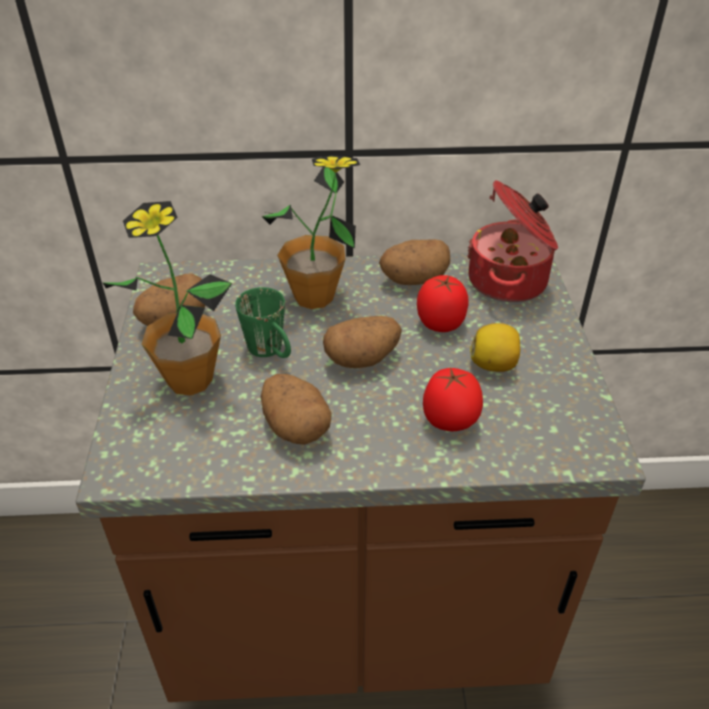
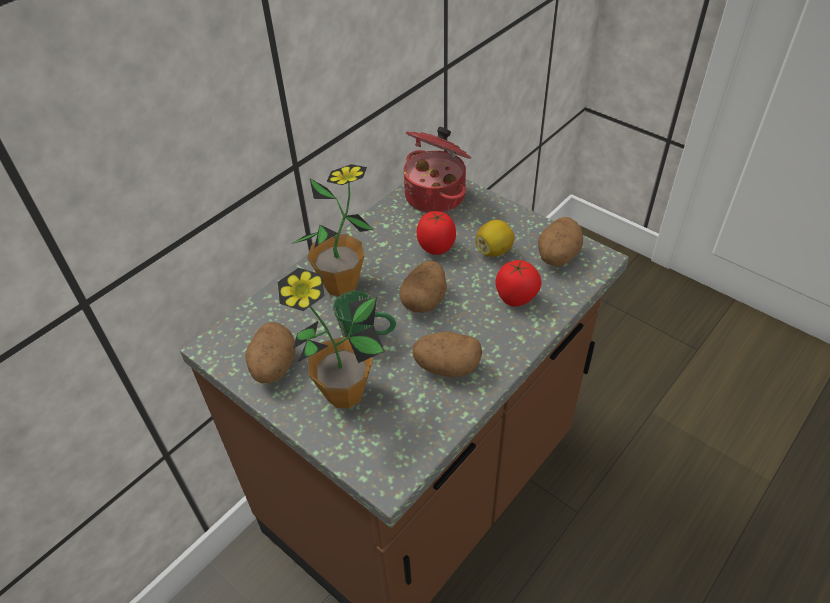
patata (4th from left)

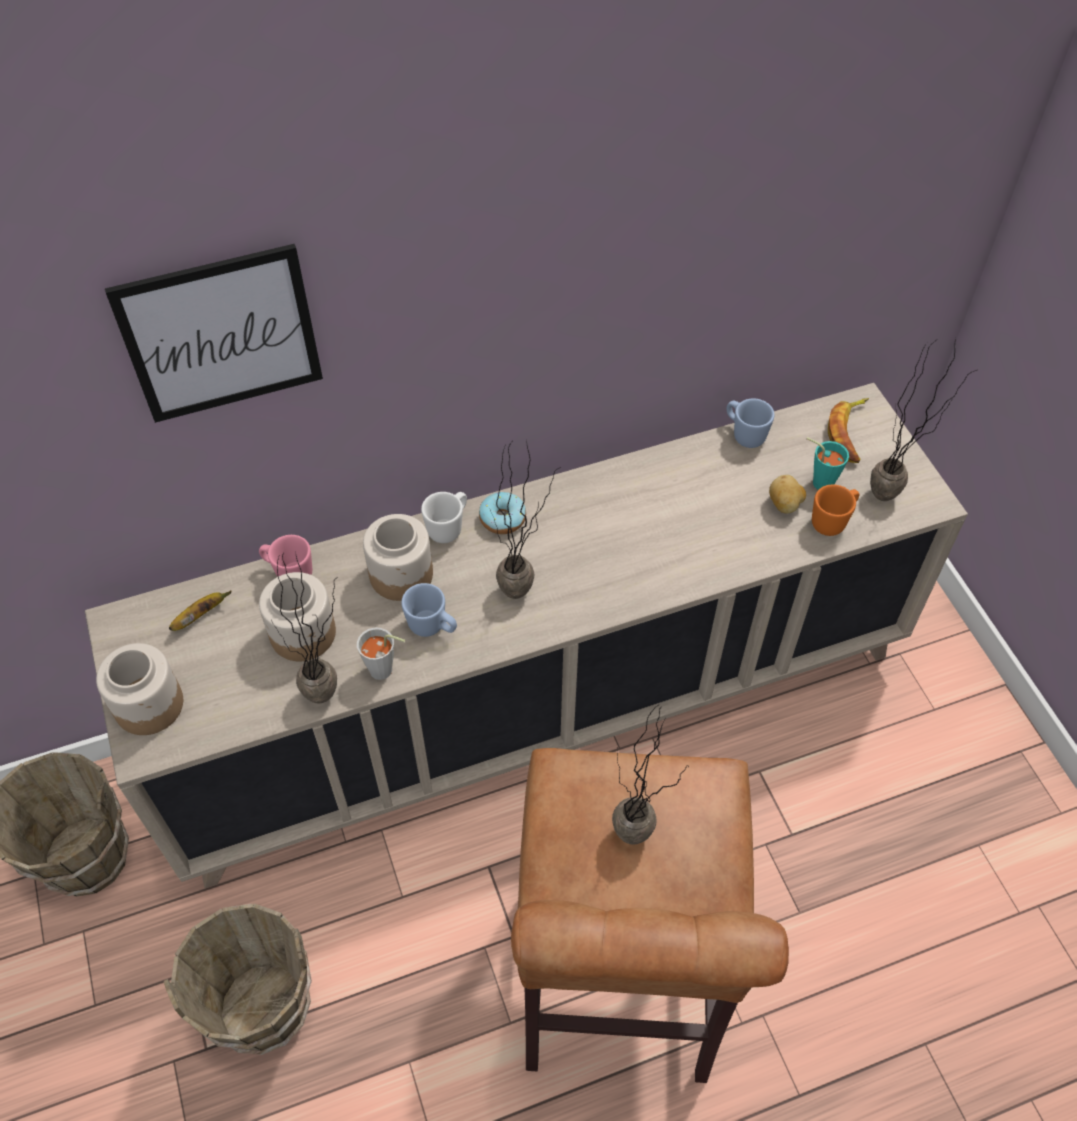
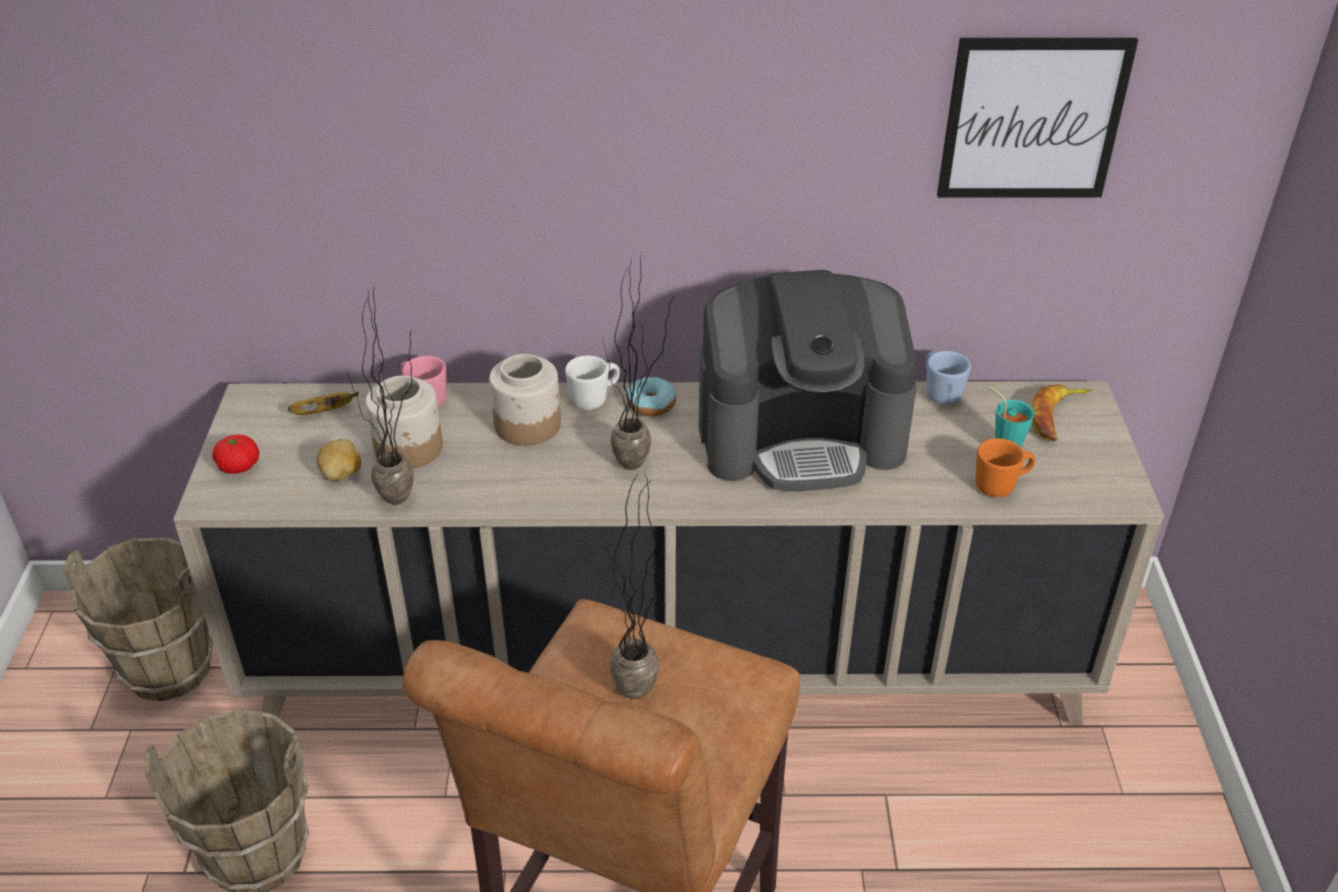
tomate
cuadro
taza/gris
taza grande/azul (1st from left in the first image)
patata
planta en maceta (4th from left in the first image)
cafetera

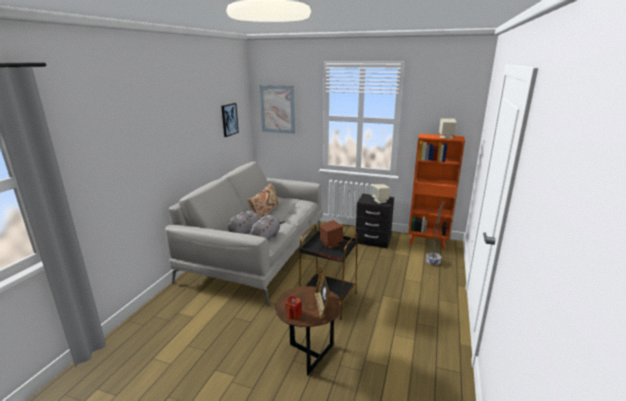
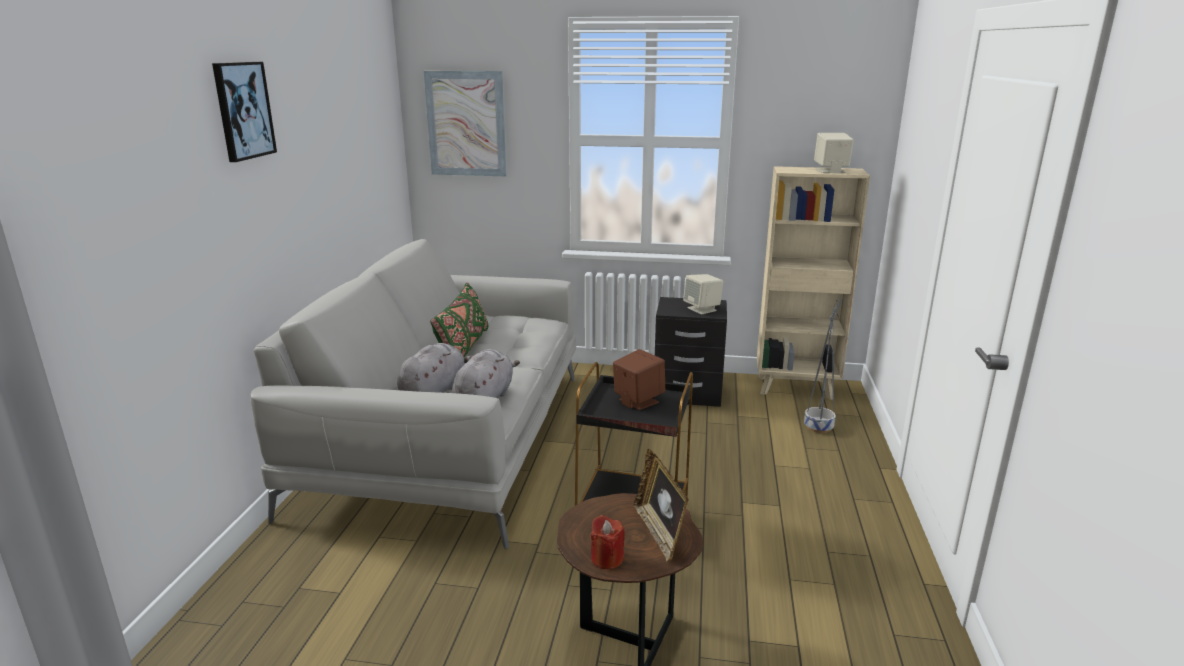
cuadro (1st from left)
cojín/verde
estantería/beis

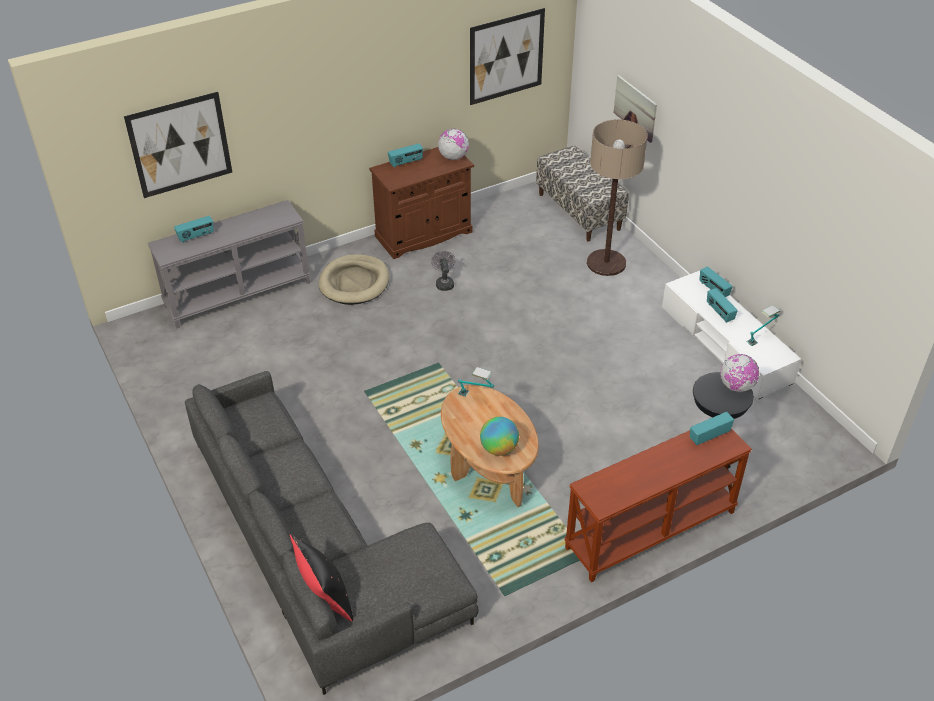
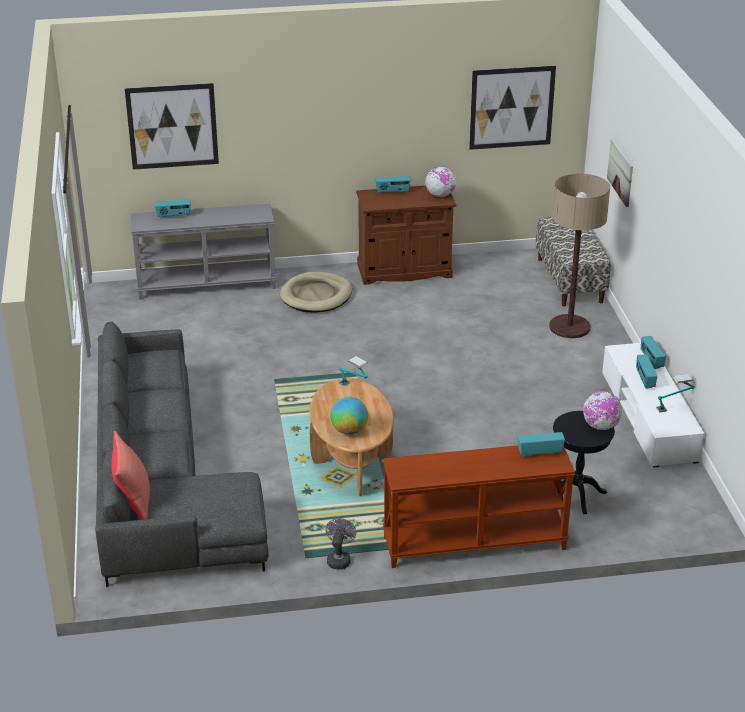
cojín/rojo
ventilador/gris

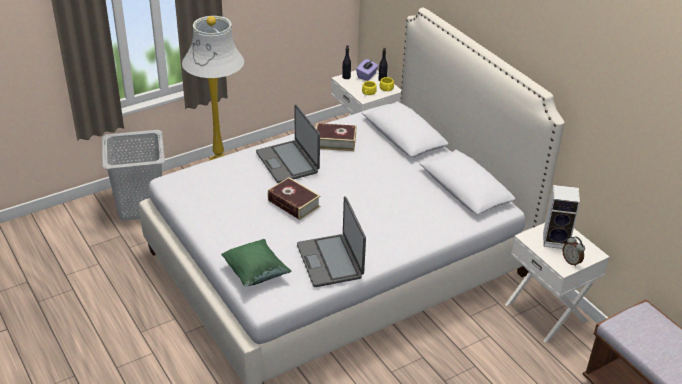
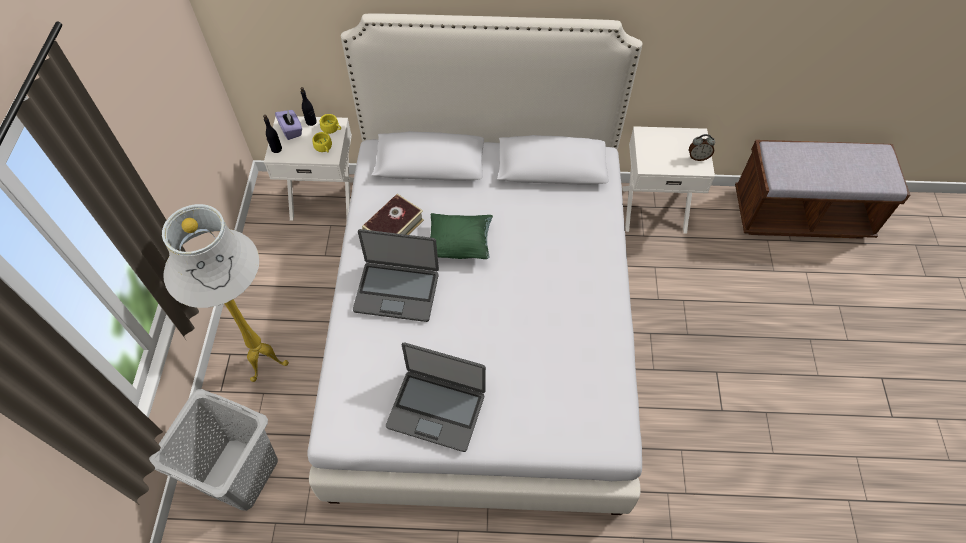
cojín/verde
libro (1st from left in the first image)
portátil (2nd from left)
altavoz

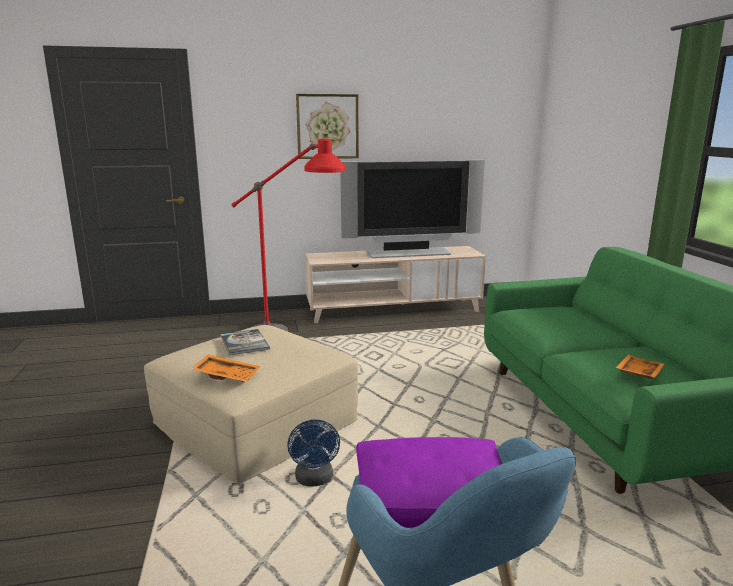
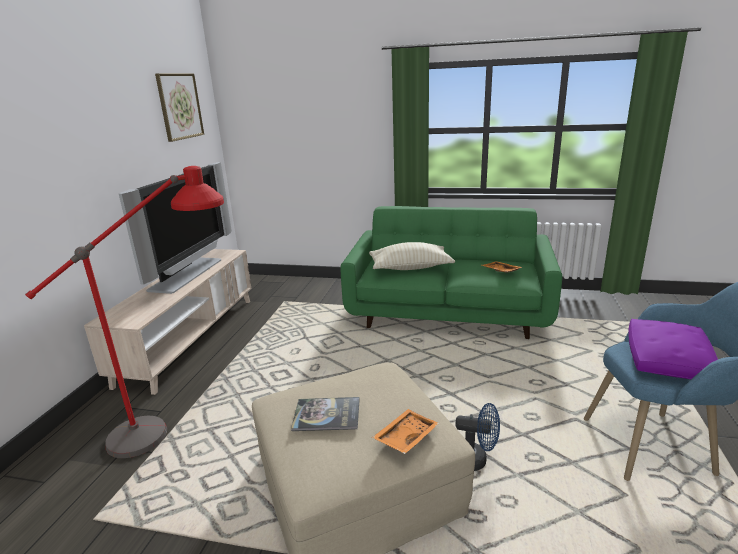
cuadro
cojín/beis

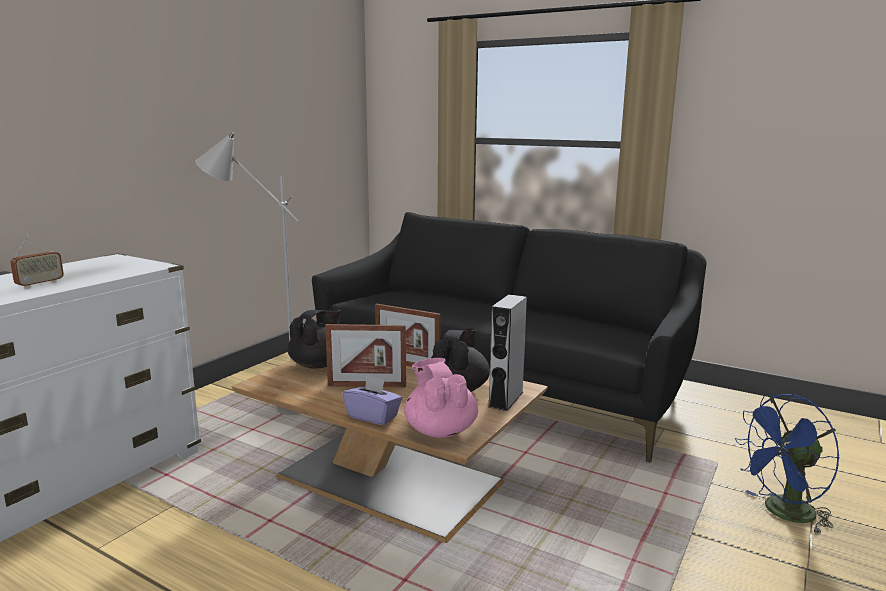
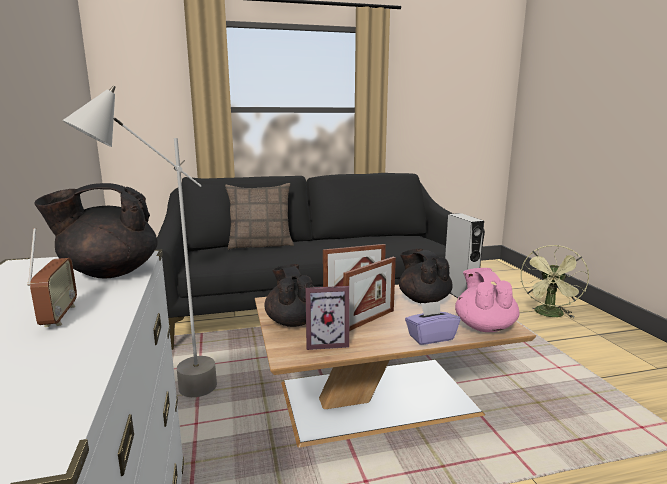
tetera/rosa
ventilador/verde
tetera/negro (1st from left)
cojín
portarretratos (1st from left)

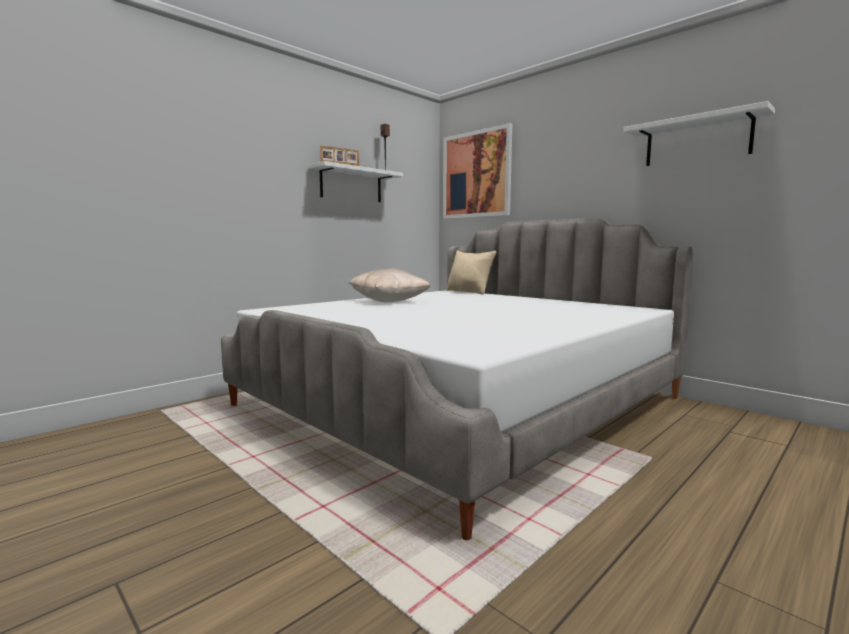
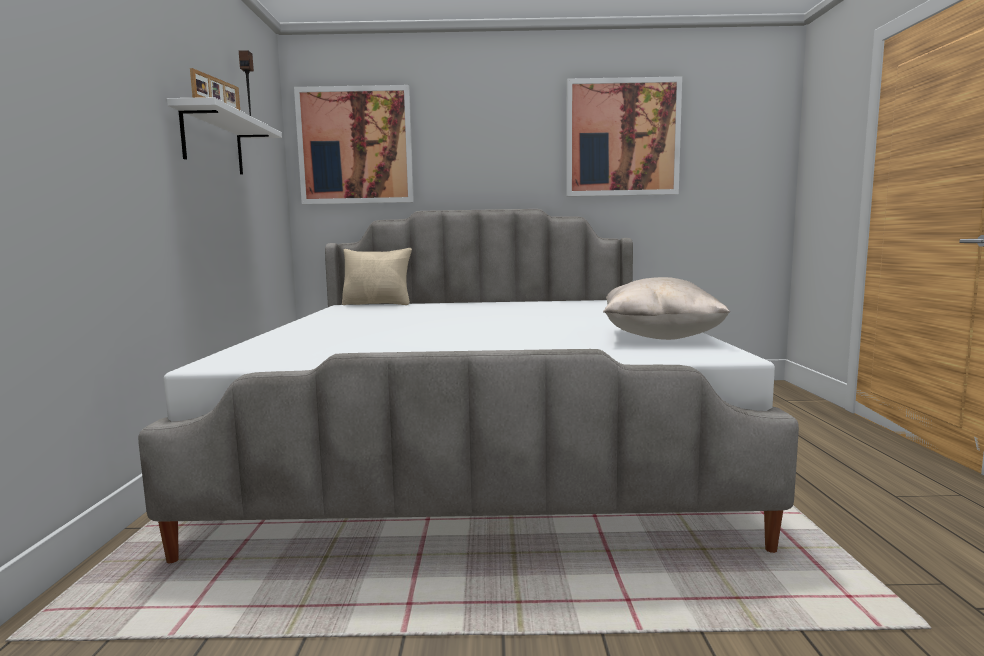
cojín/beis (2nd from left)
cuadro (2nd from left)

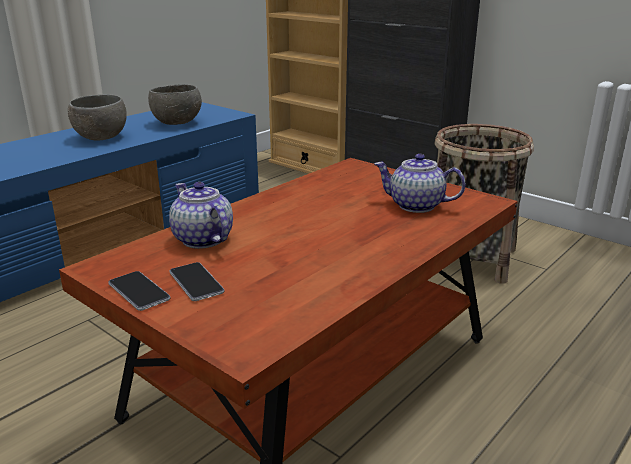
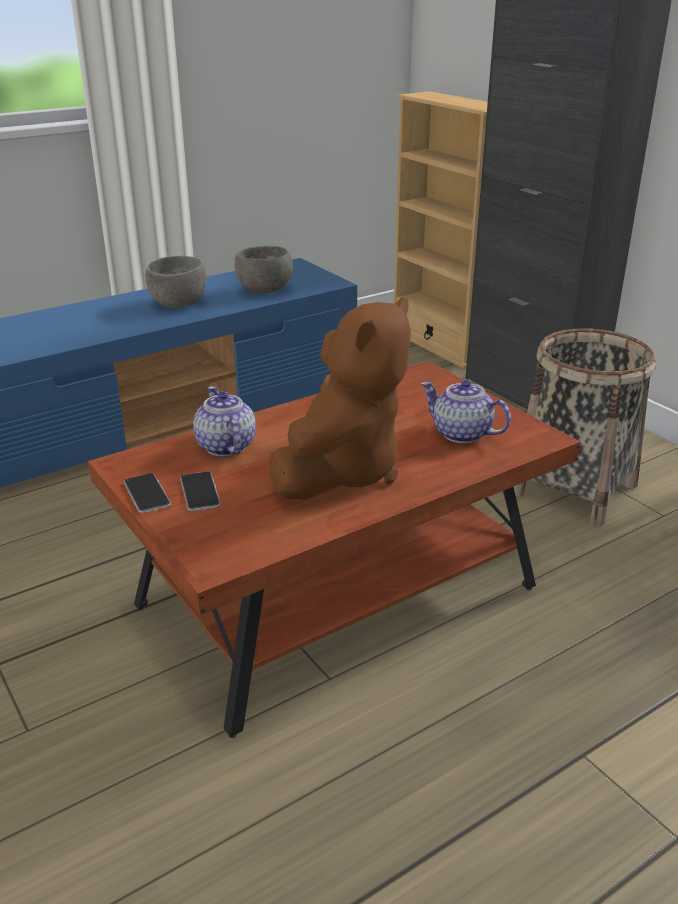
peluche/marrón

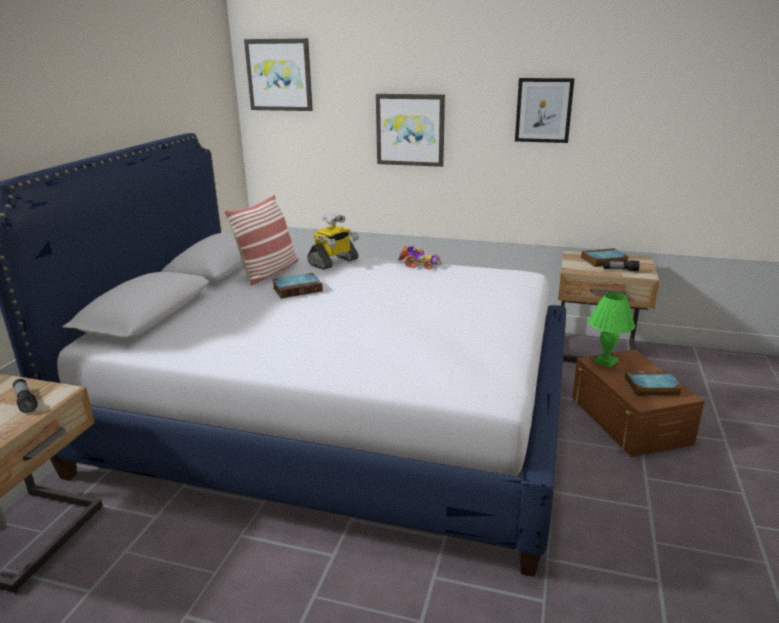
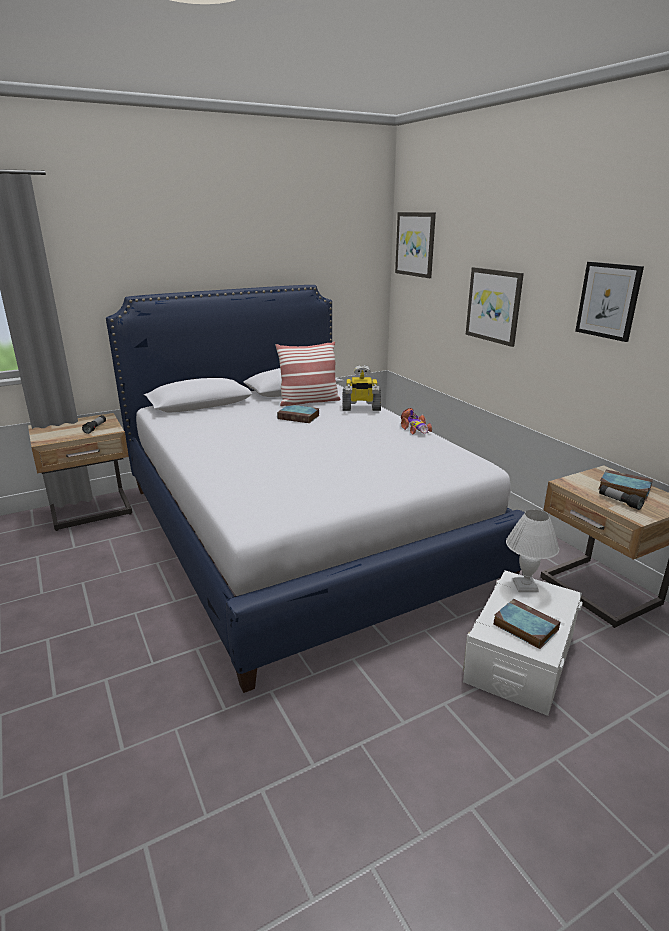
caja de almacenaje/blanco
lámpara de mesa/blanco

